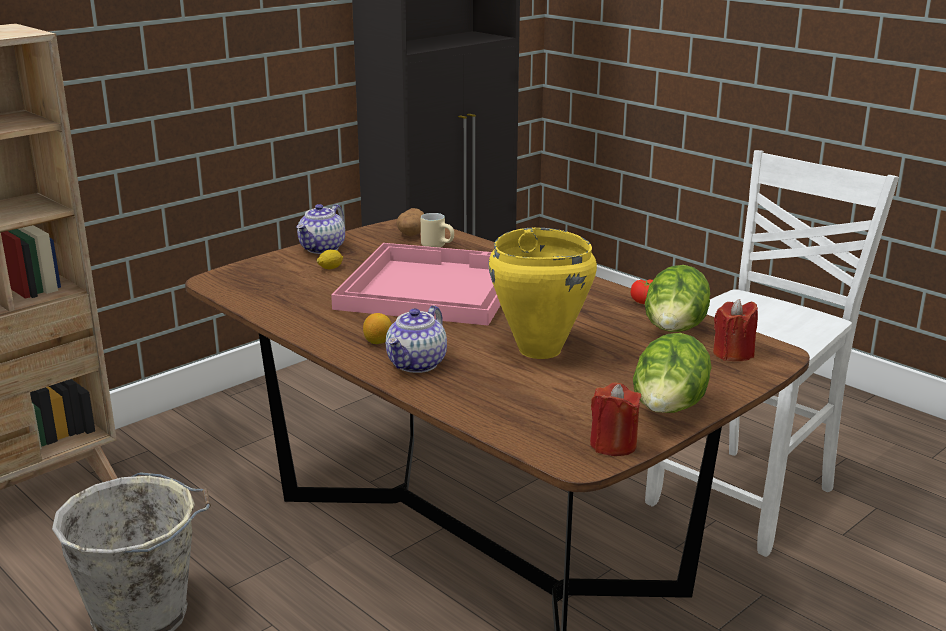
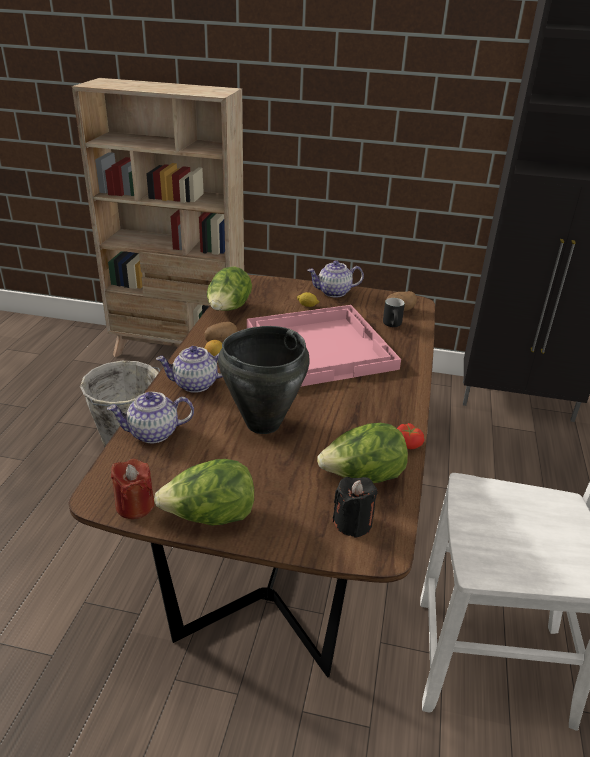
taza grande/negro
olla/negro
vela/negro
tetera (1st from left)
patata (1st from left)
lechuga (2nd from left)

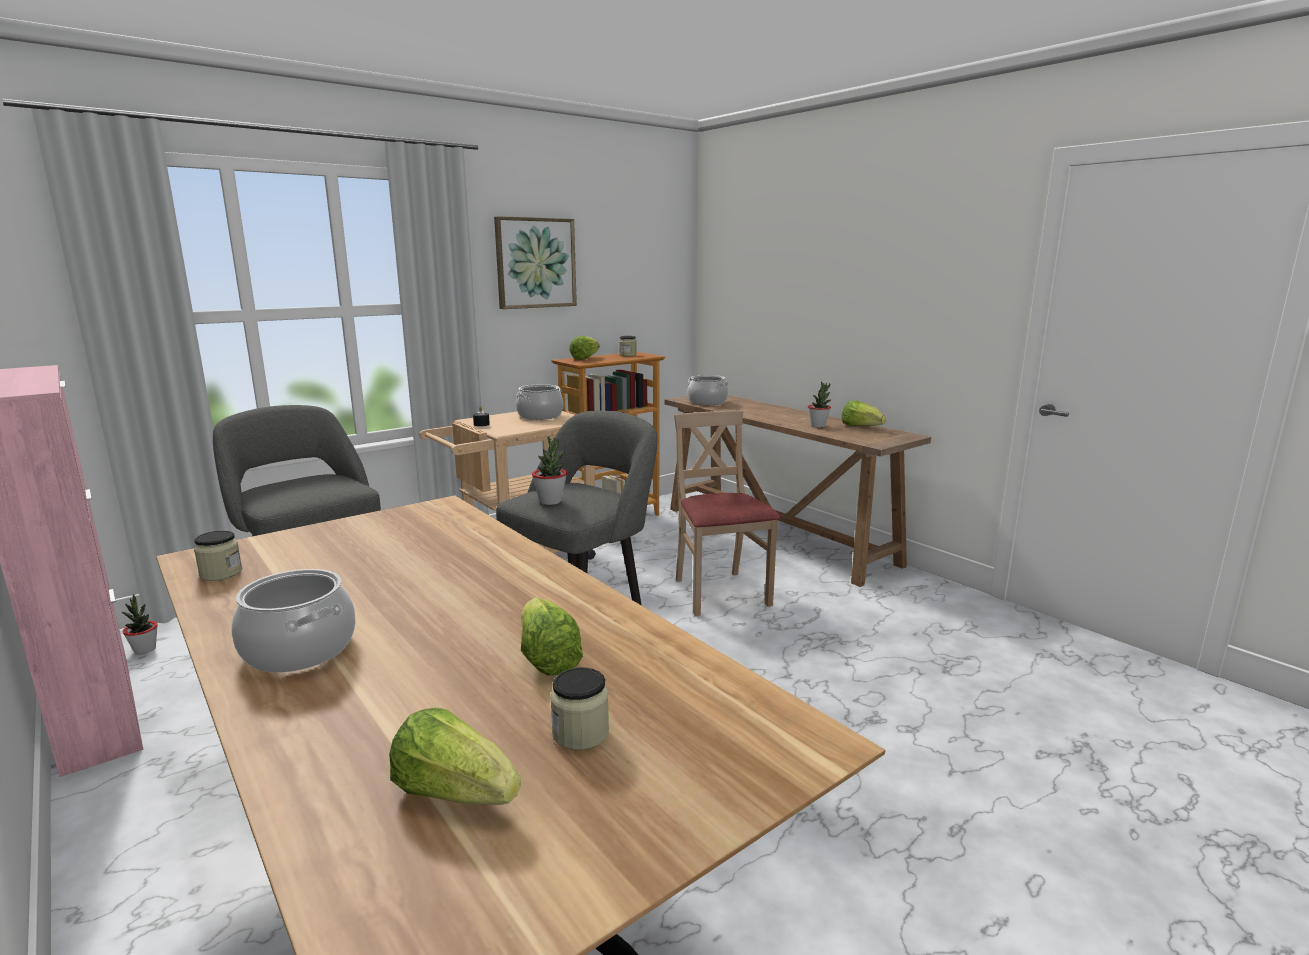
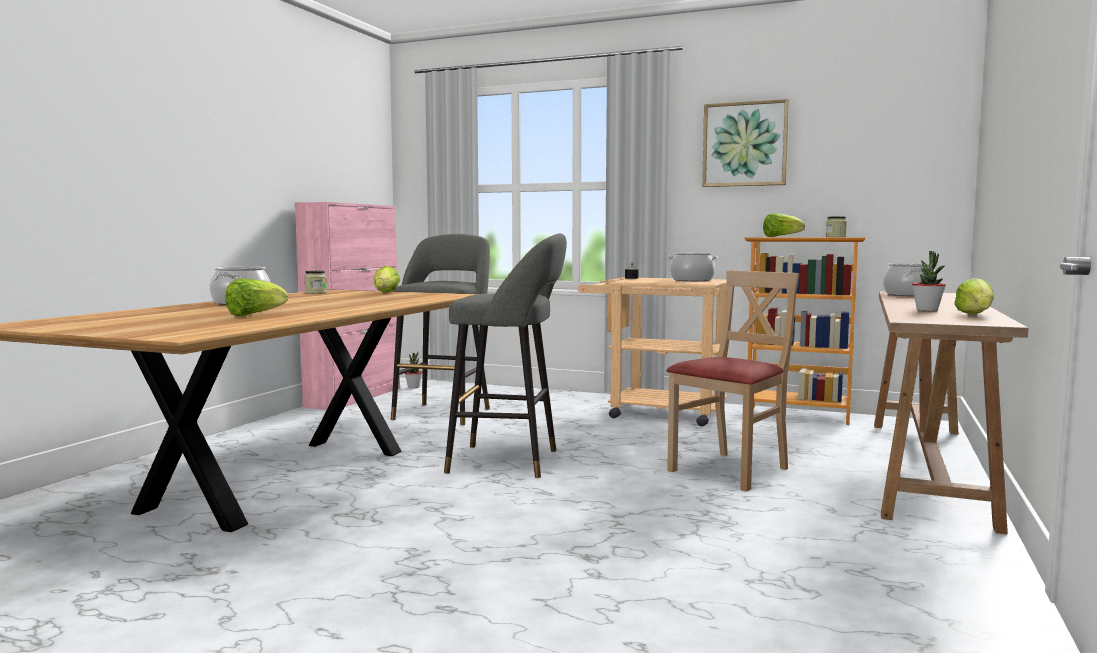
lechuga (2nd from left)
planta en maceta (2nd from left in the first image)
tarro (2nd from left in the first image)

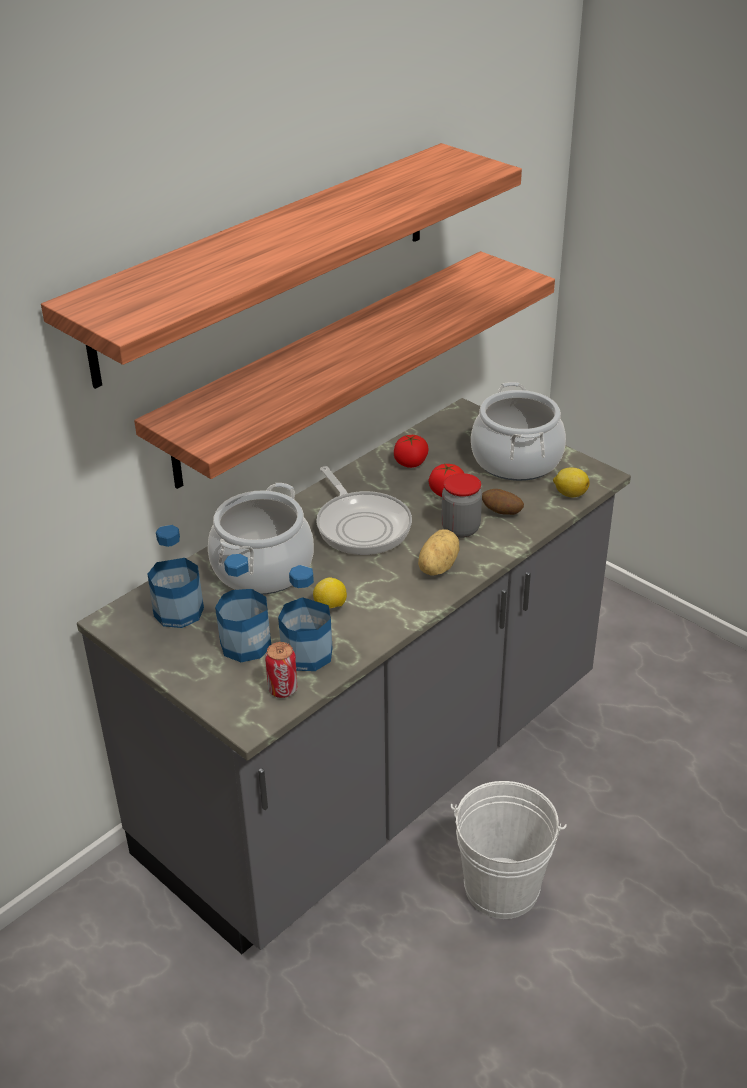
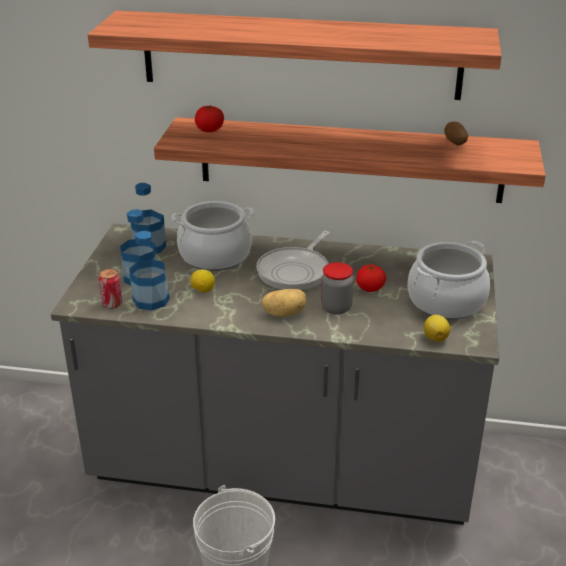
tomate (1st from left)
patata (2nd from left)

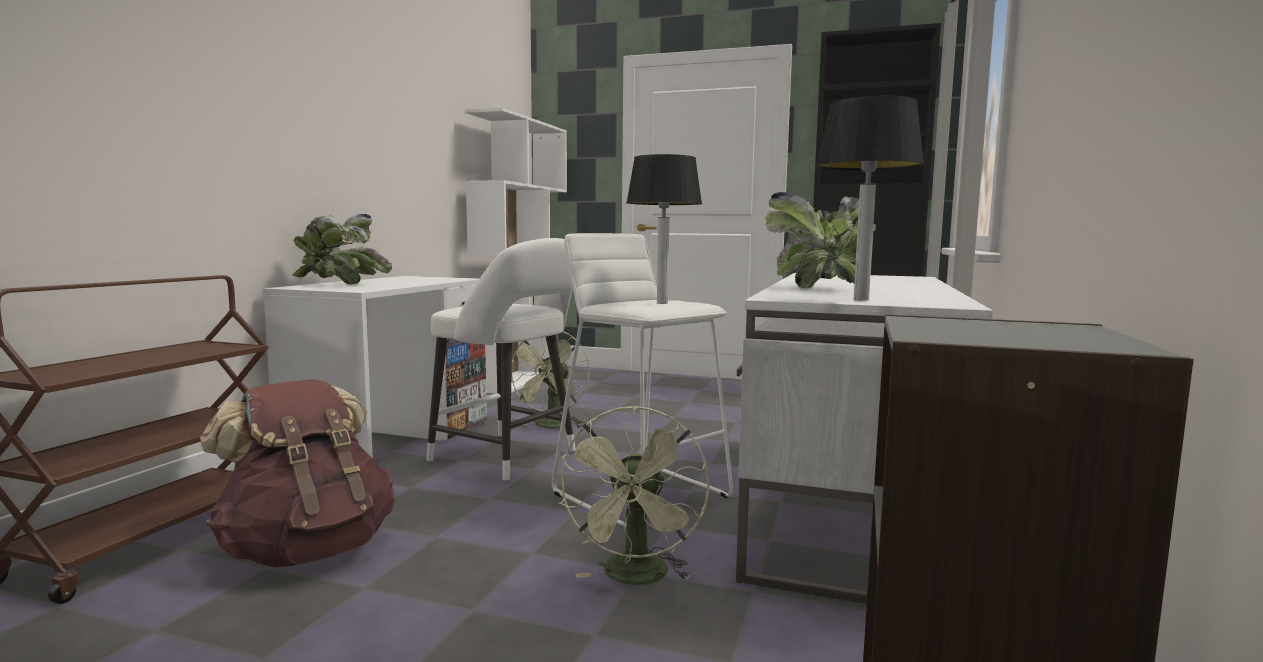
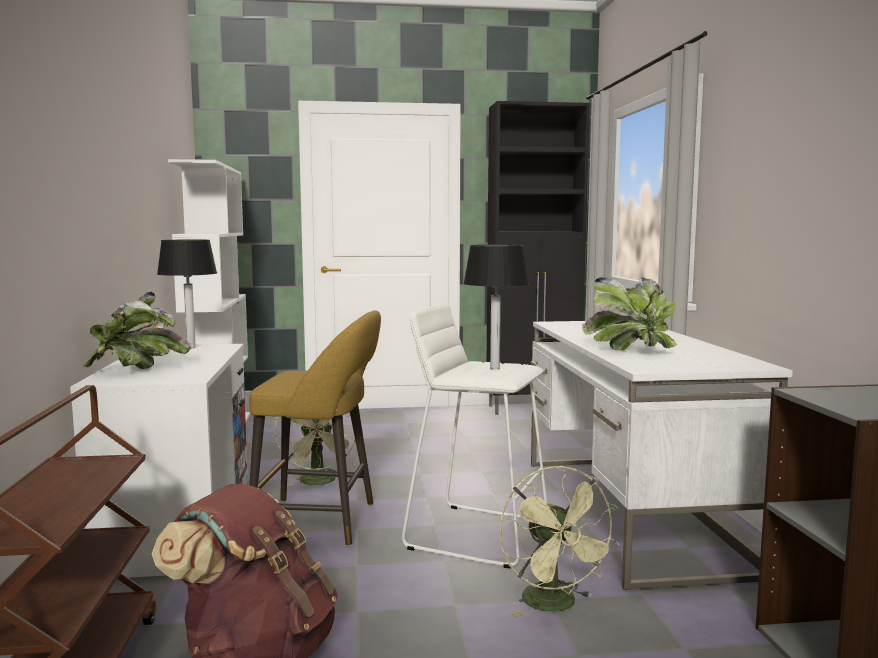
taburete/amarillo
lámpara de mesa (1st from left)

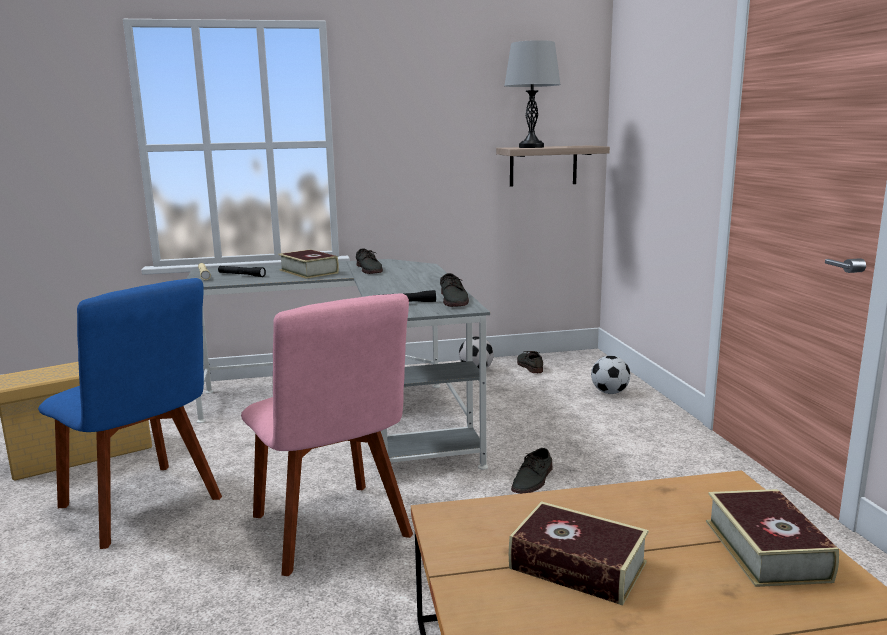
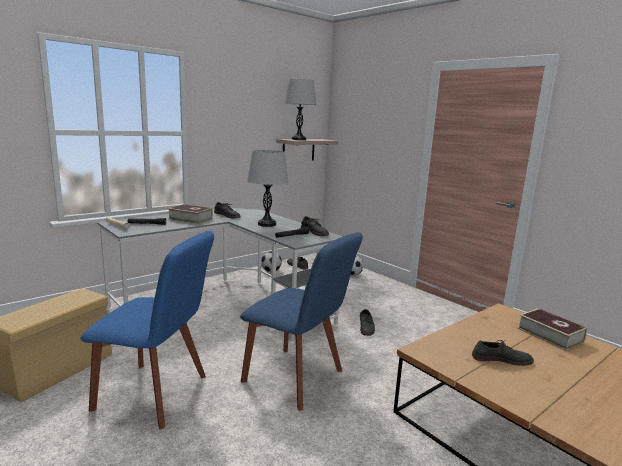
silla/azul (2nd from left)
zapato/gris (5th from left)
lámpara de mesa/gris (1st from left)

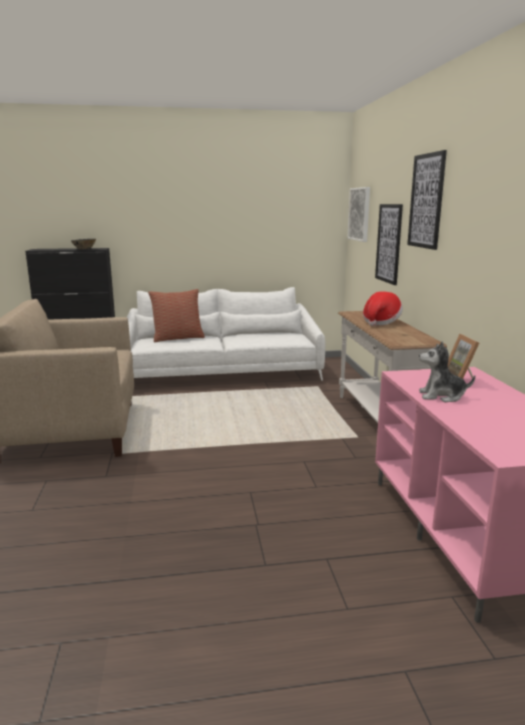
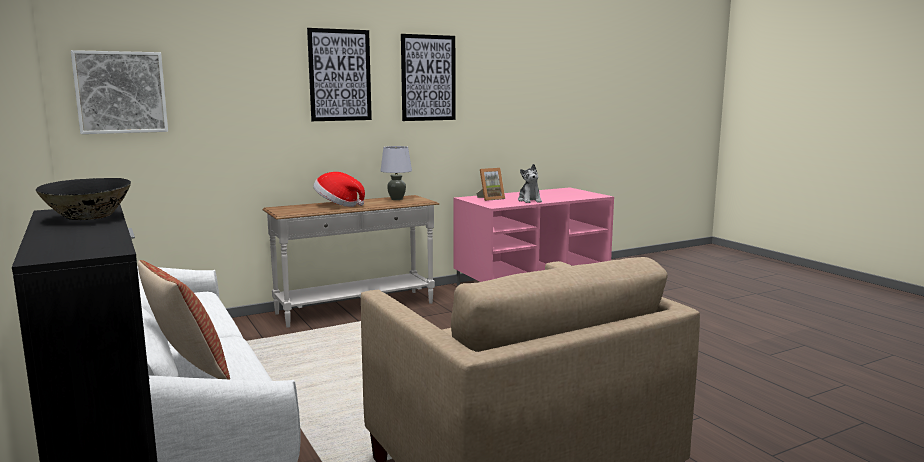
cuadro (3rd from left)
lámpara de mesa/gris

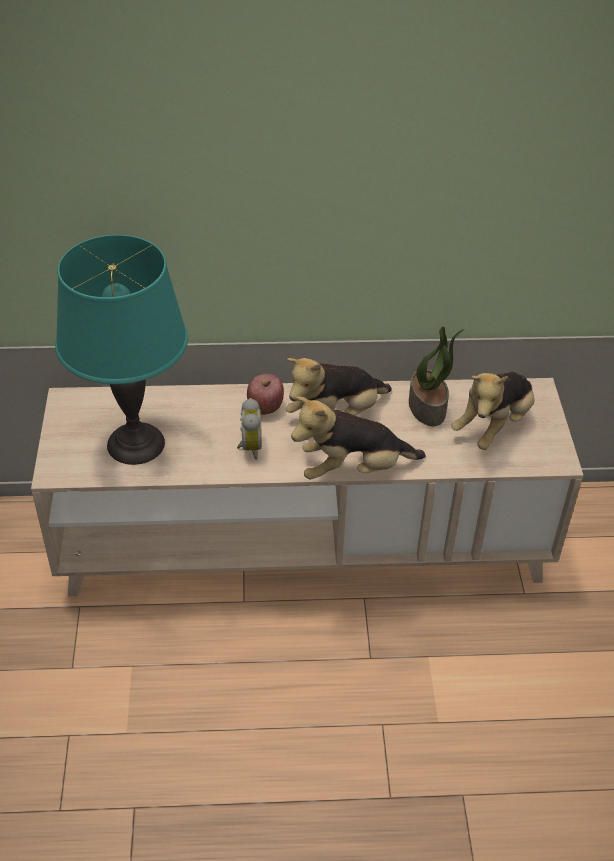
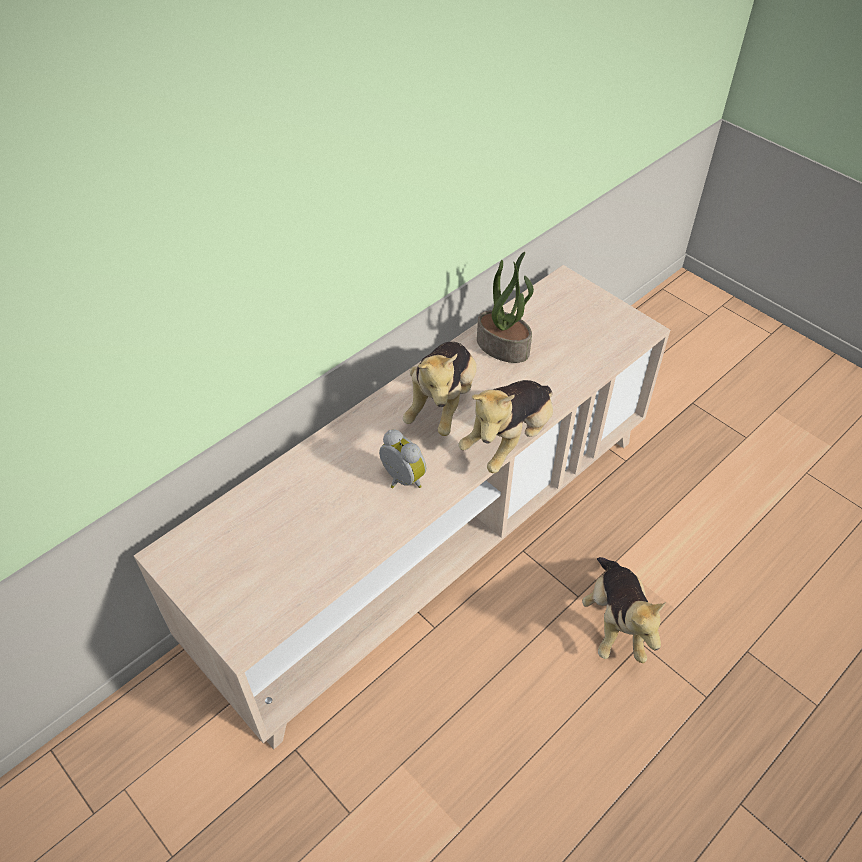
lámpara de mesa/turquesa
manzana
peluche (3rd from left)

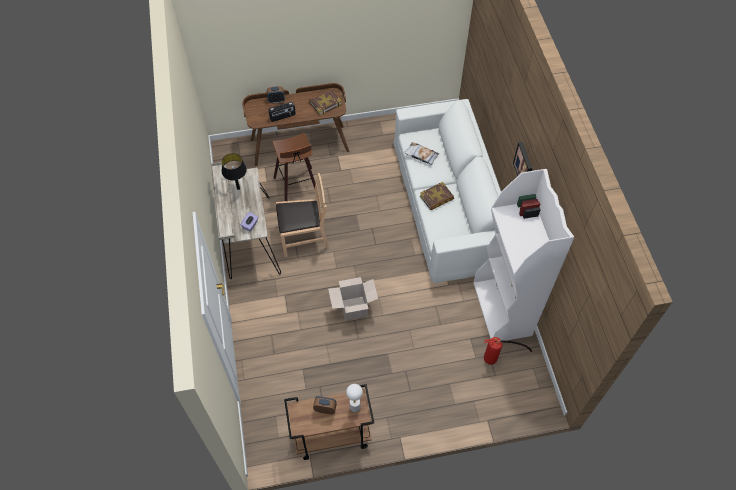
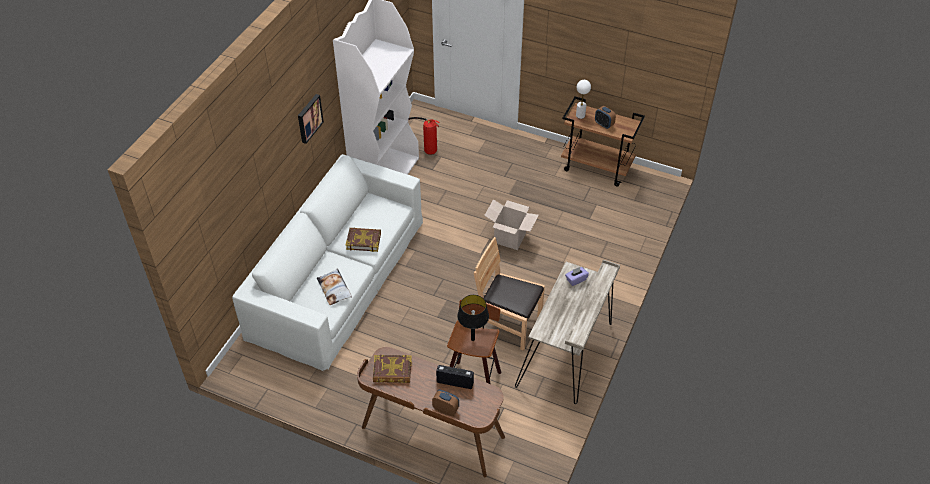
lámpara de mesa/negro

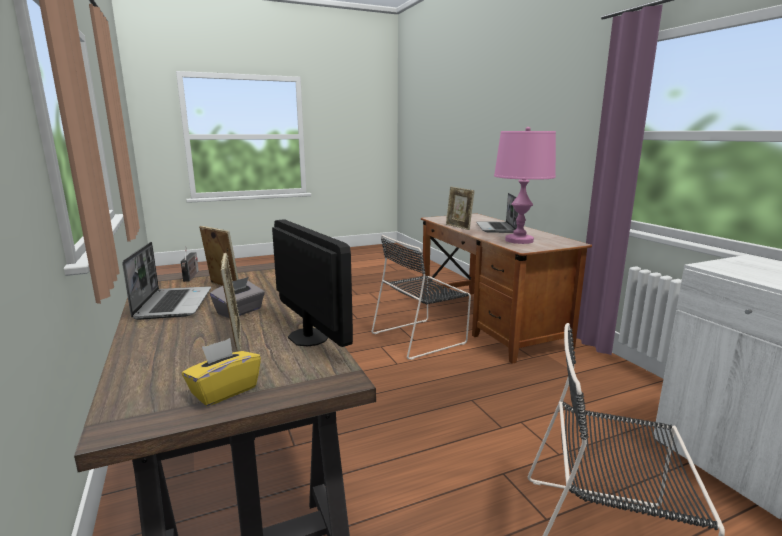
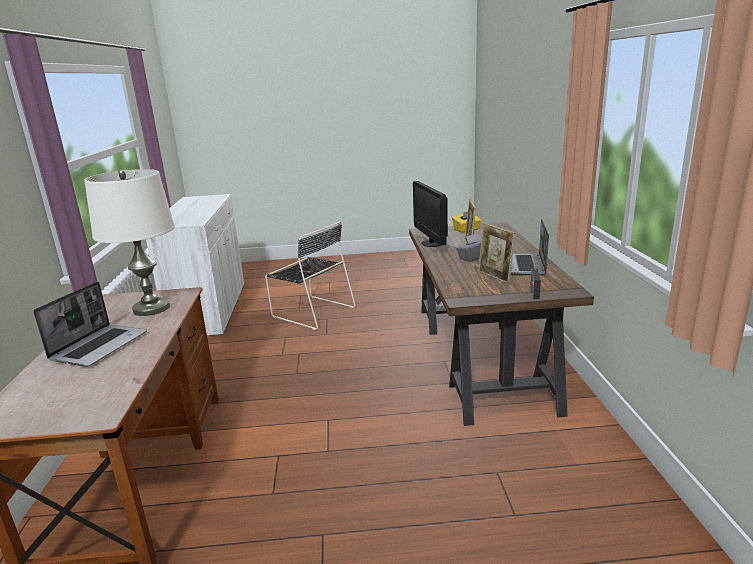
silla/negro (1st from left in the first image)
portarretratos (3rd from left in the first image)
lámpara de mesa/blanco

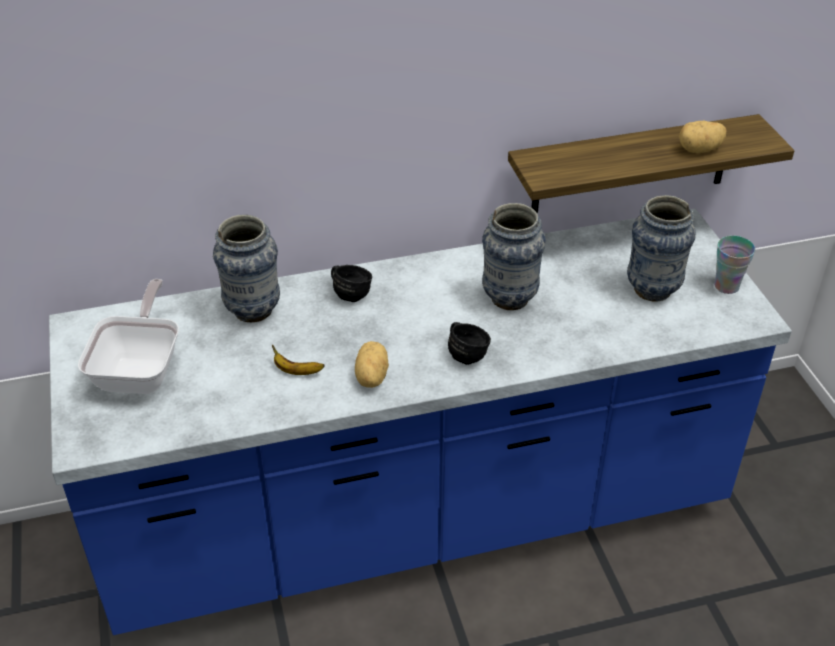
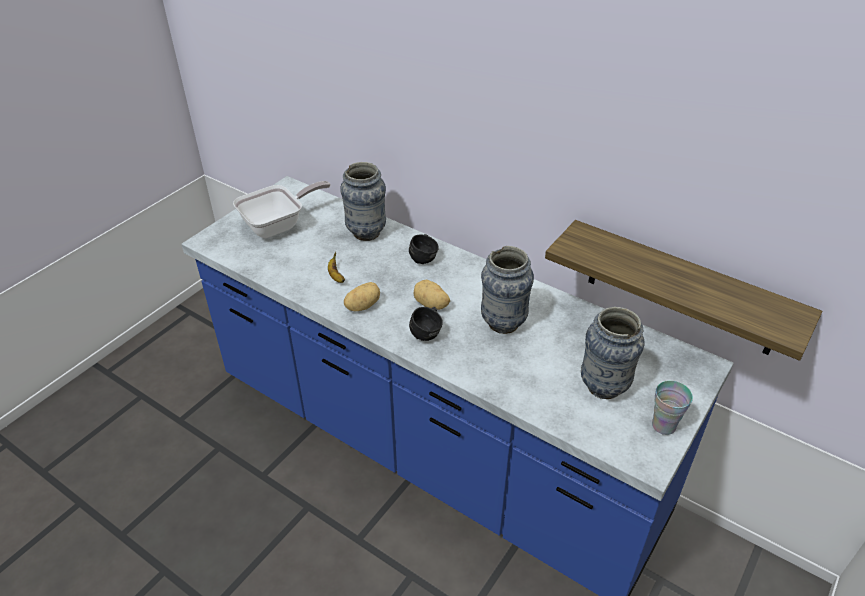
patata (2nd from left)

